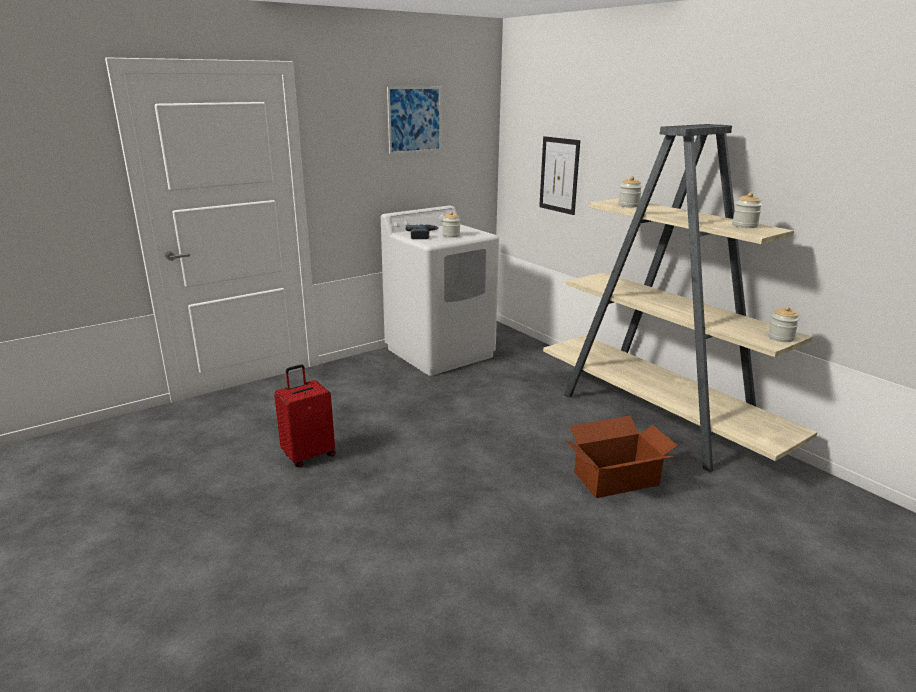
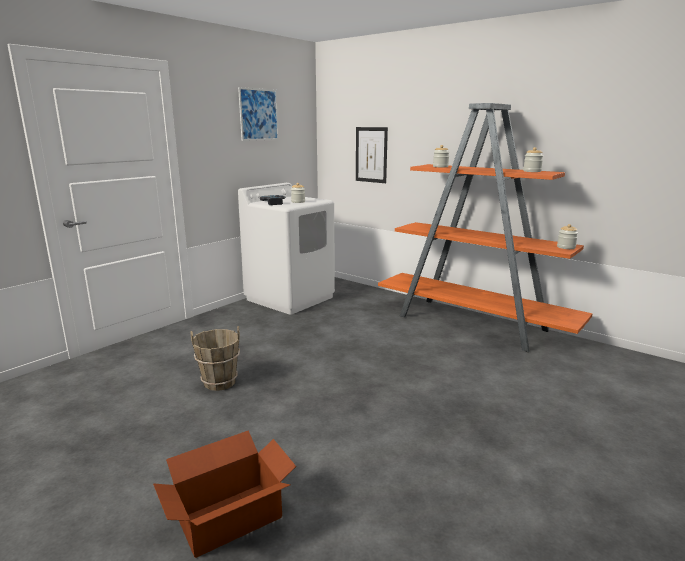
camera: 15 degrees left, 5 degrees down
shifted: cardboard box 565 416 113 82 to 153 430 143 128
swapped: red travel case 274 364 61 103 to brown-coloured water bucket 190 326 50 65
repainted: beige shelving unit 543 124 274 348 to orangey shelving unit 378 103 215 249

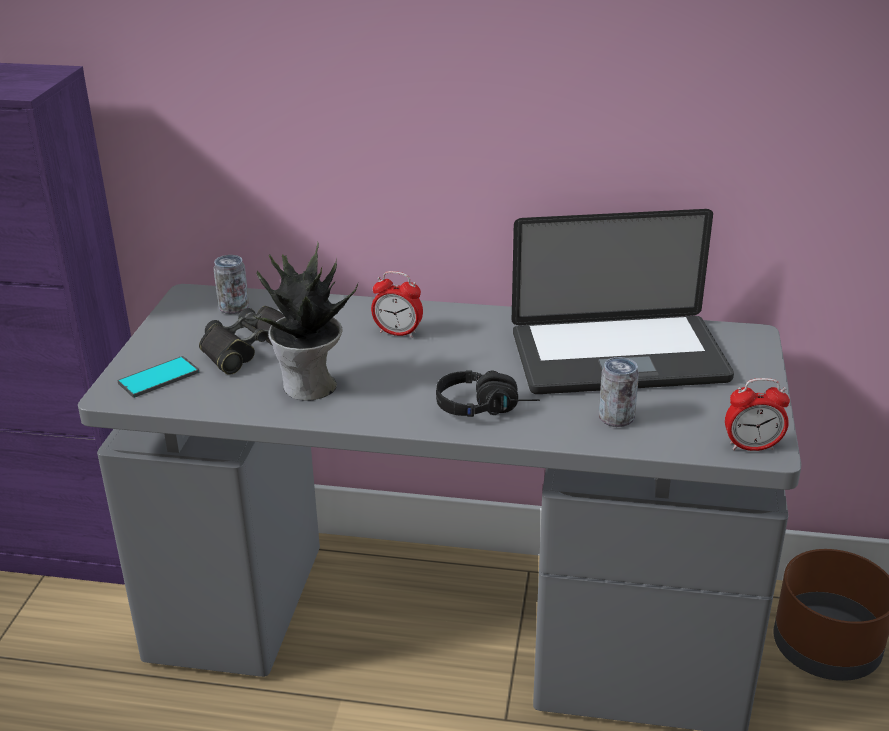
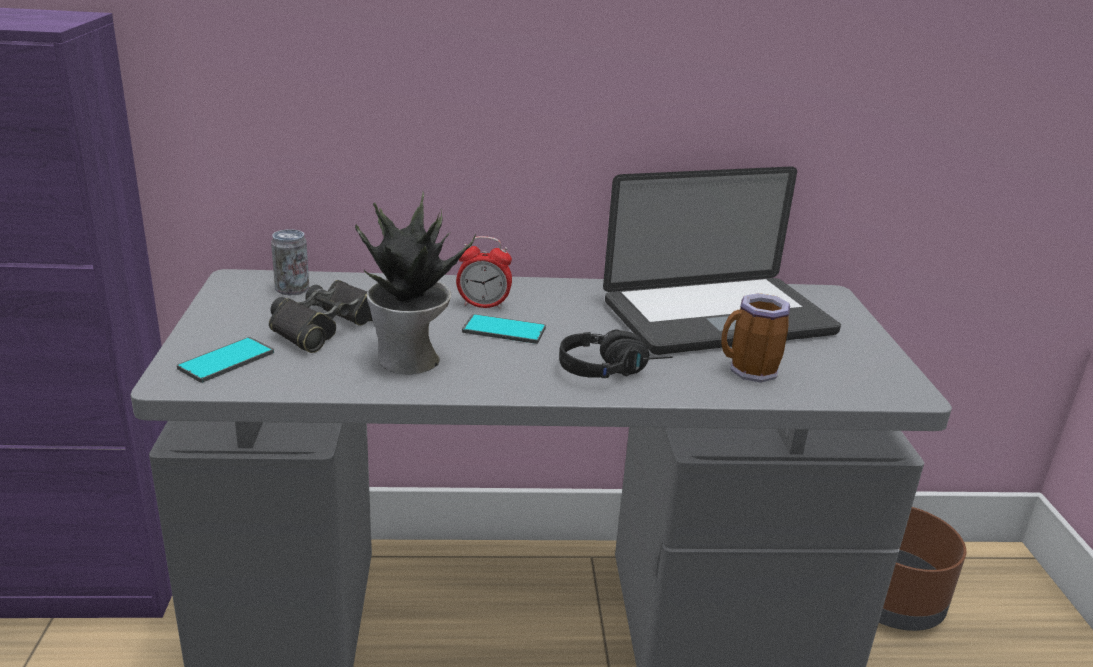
camera: 15 degrees left, 5 degrees down
gone: table clock 725 378 65 73
new: phone 462 314 84 30
swapped: sealed can 599 357 40 70 to coffee mug 721 293 69 90

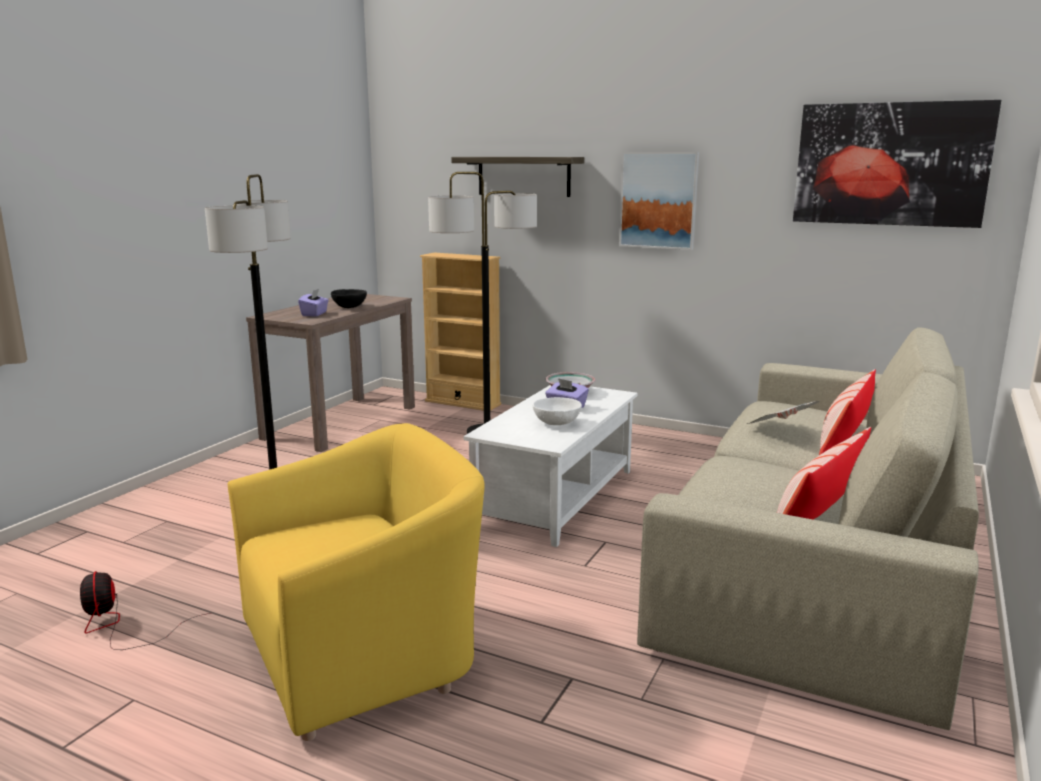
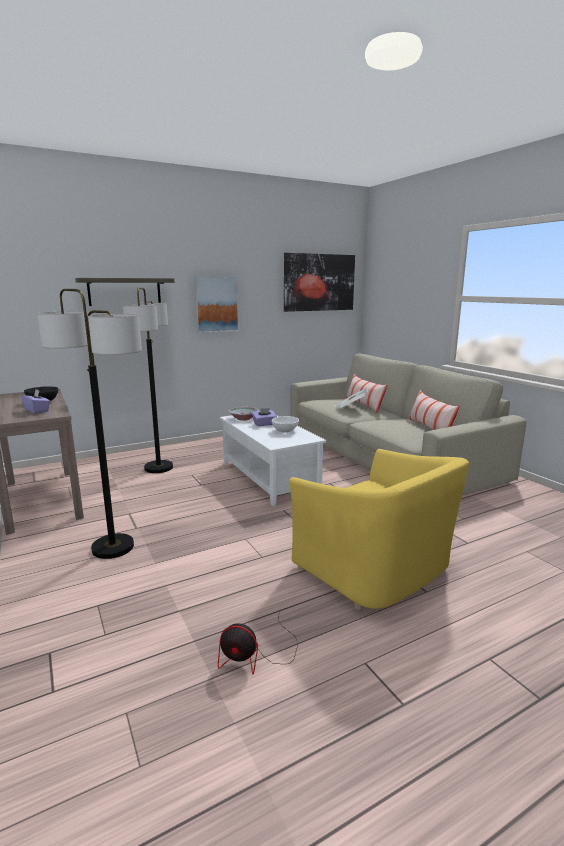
camera: 55 degrees left, 0 degrees up
gone: beige shelving unit 420 253 81 158
rotated: yellow-coloured armchair 228 423 257 318 = 289 449 180 161 135 degrees clockwise

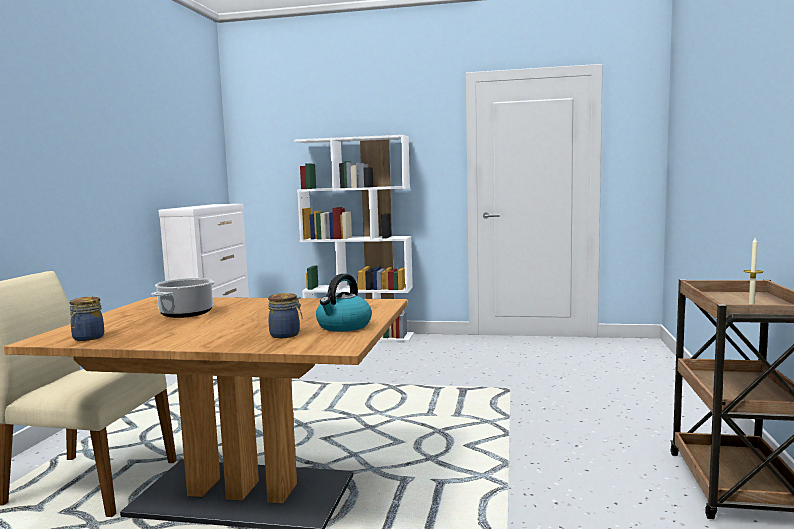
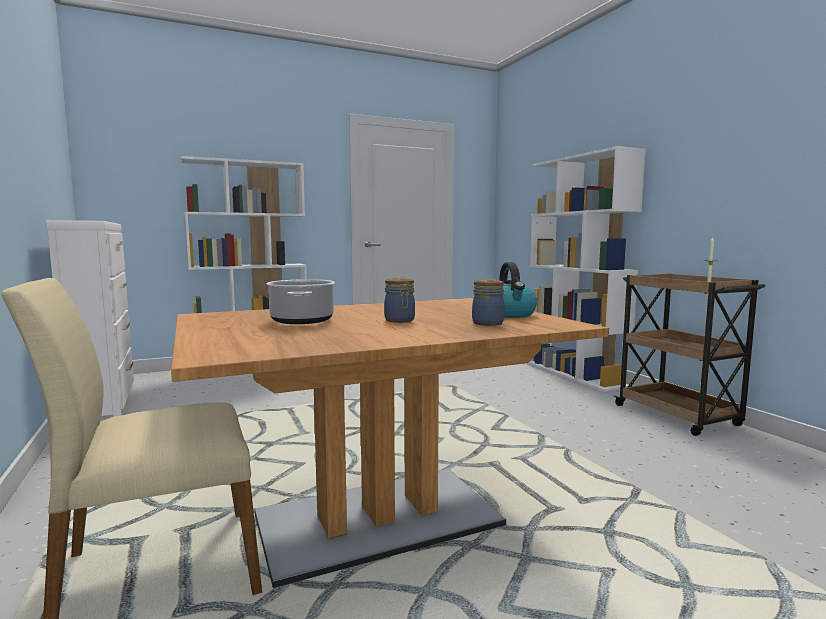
camera: 35 degrees left, 0 degrees up
new: white shelving unit 527 146 119 246
shifted: storage jar 70 297 34 44 to 384 278 31 45

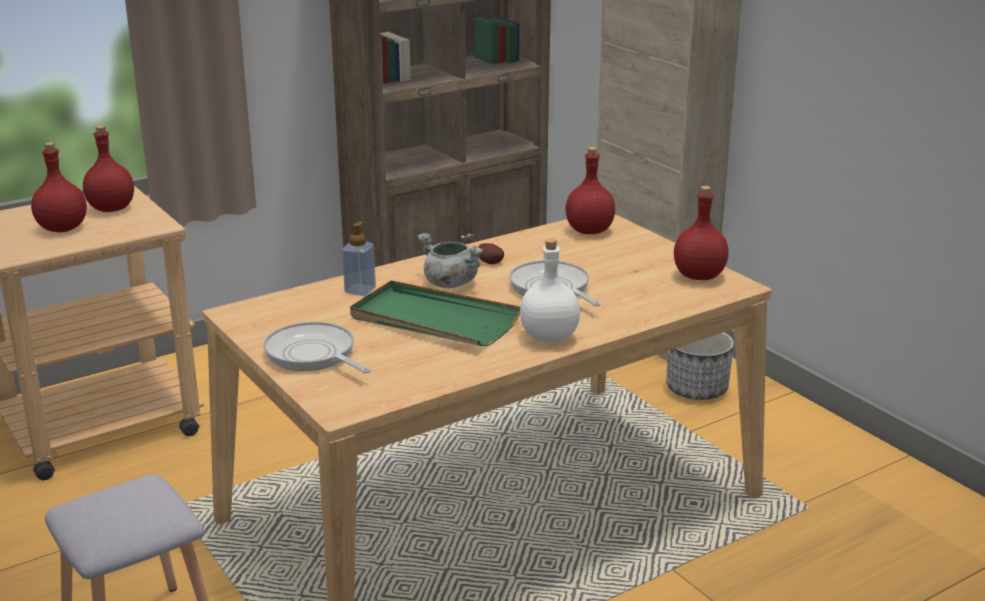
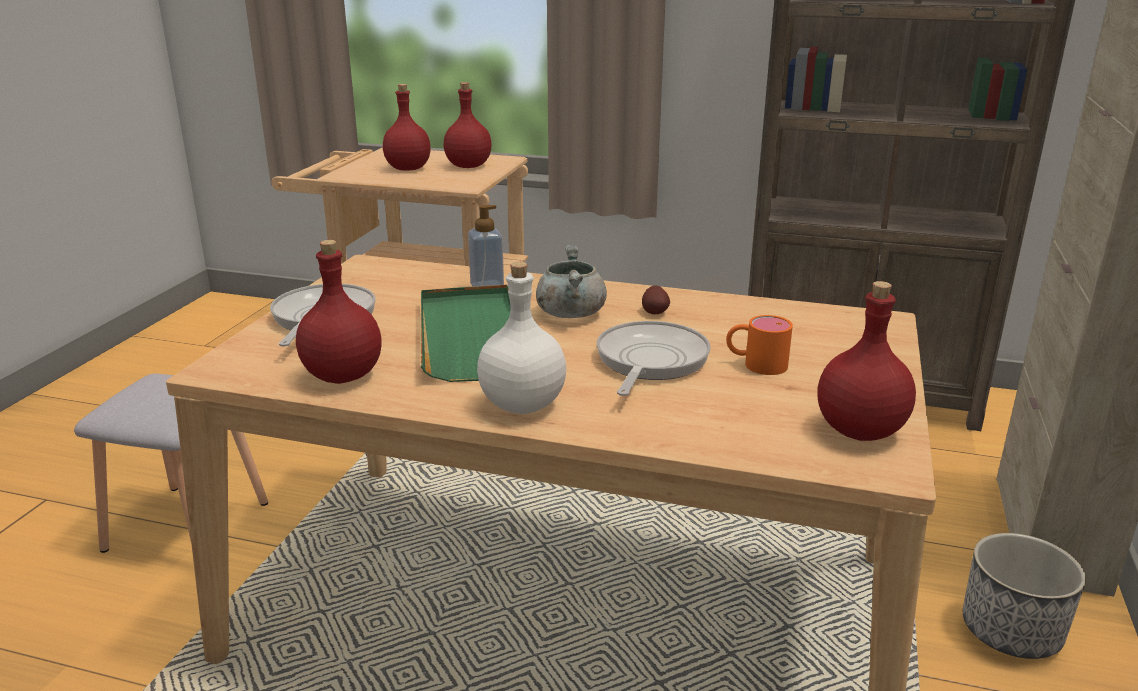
camera: 50 degrees right, 0 degrees up
new: orangey coffee mug 726 315 67 60
shifted: red beverage bottle 565 147 50 87 to 296 240 86 144

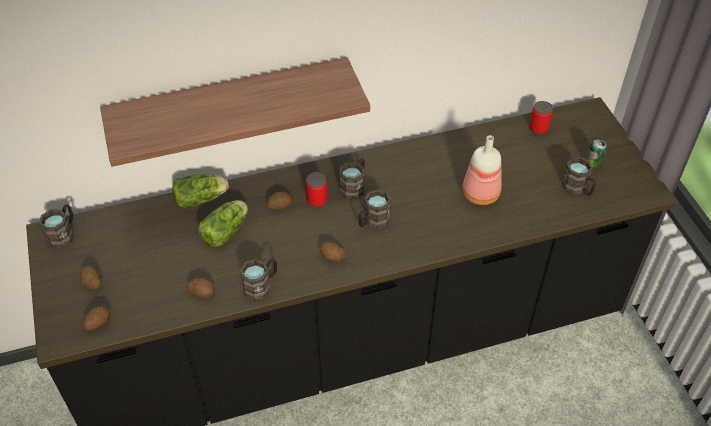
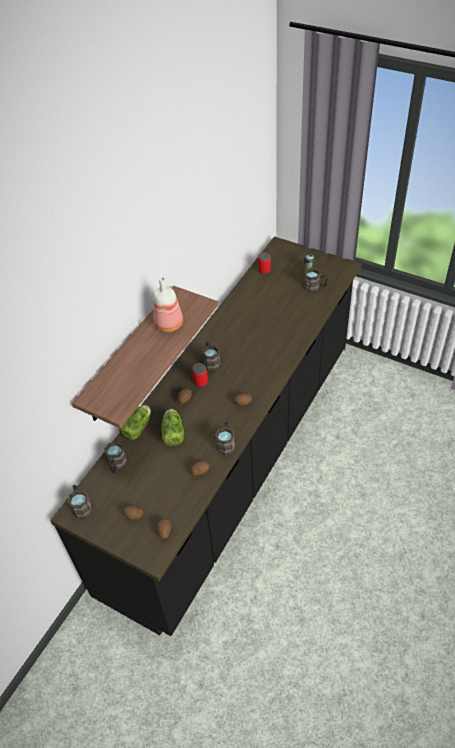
camera: 40 degrees left, 0 degrees up
shifted: brown-coloured coffee mug 358 190 33 39 to 104 441 23 32; beverage bottle 462 135 40 70 to 153 277 30 55

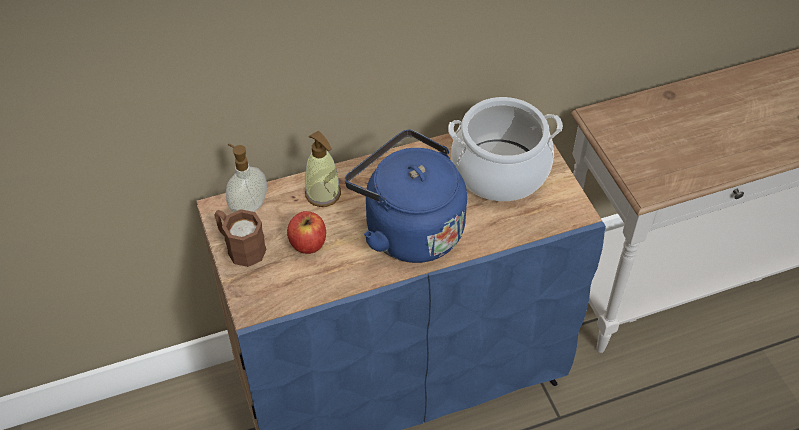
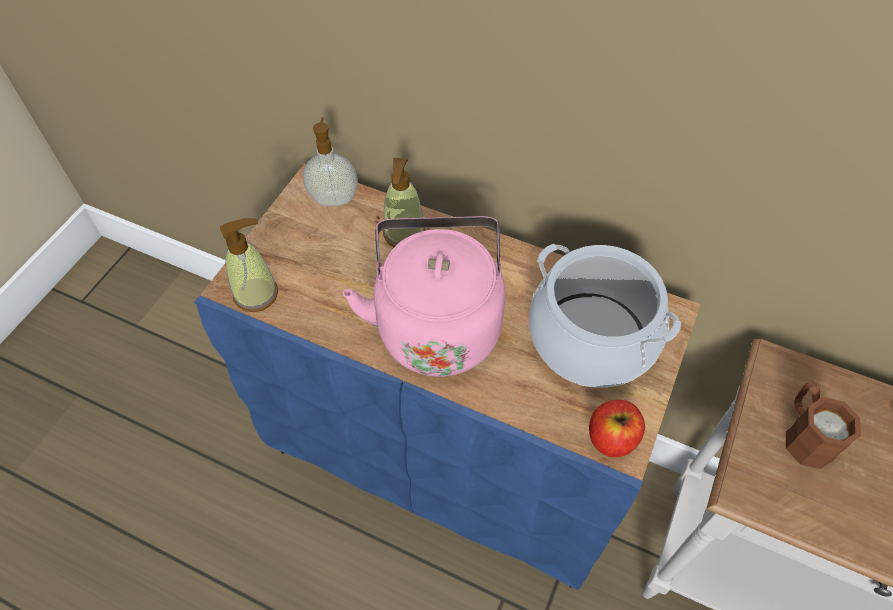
camera: 45 degrees right, 5 degrees up
new: soap bottle 220 218 58 94
shifted: whole apple 287 211 39 43 to 589 400 56 57; brown-coloured coffee mug 214 209 53 58 to 786 382 75 87
repainted: blue tea kettle 345 129 122 134 to pink-coloured tea kettle 343 216 162 161

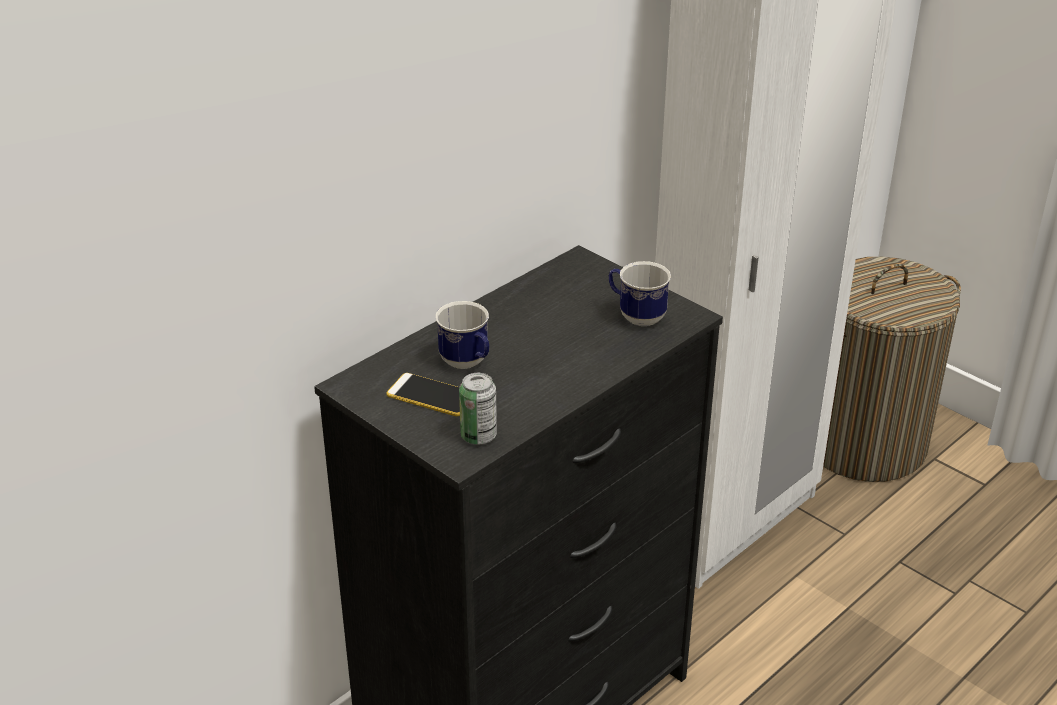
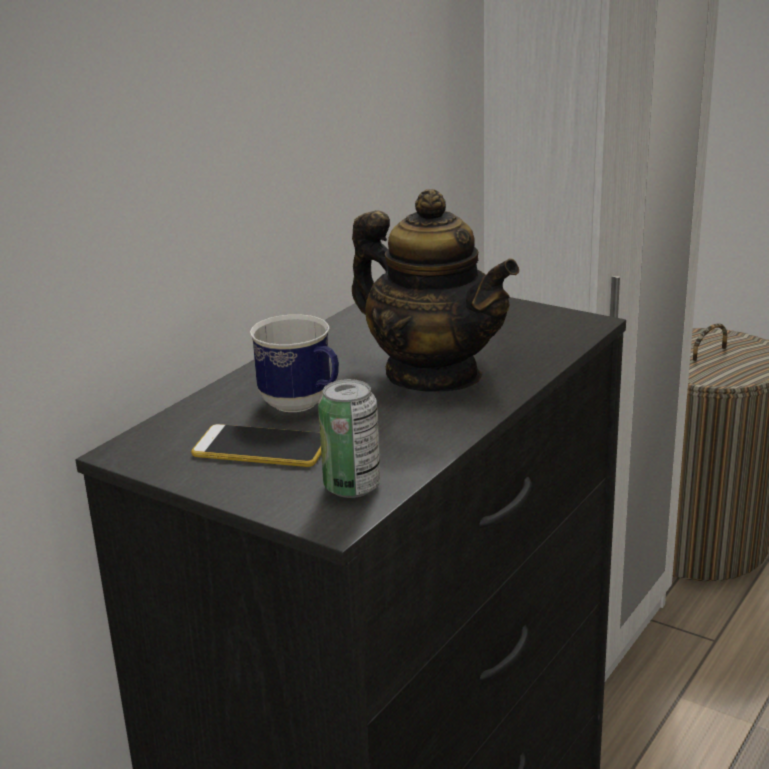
camera: 10 degrees left, 10 degrees down
gone: coffee mug 609 261 62 65
new: tea pot 352 189 167 203

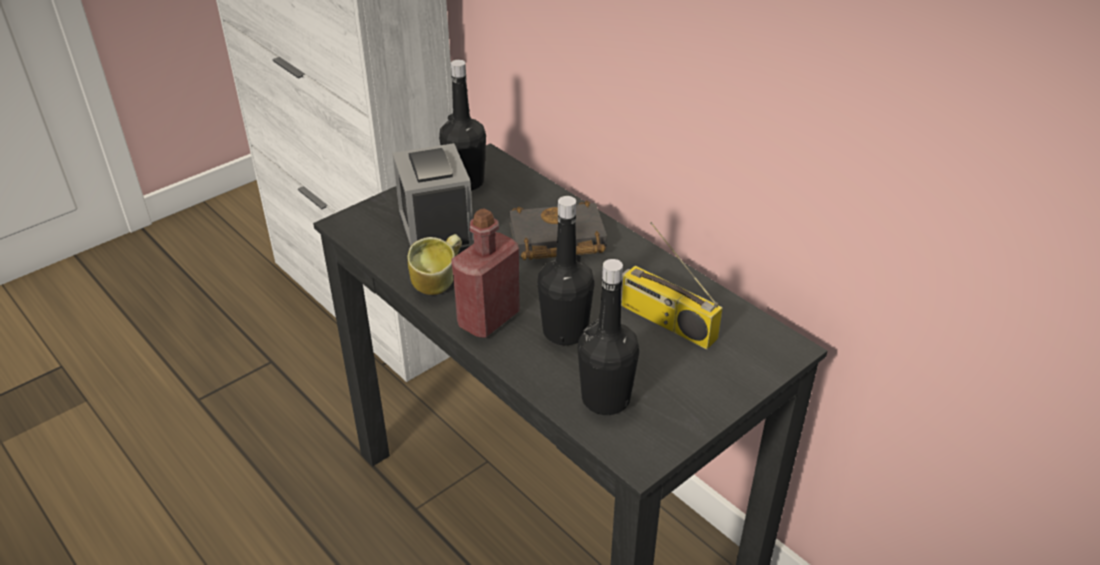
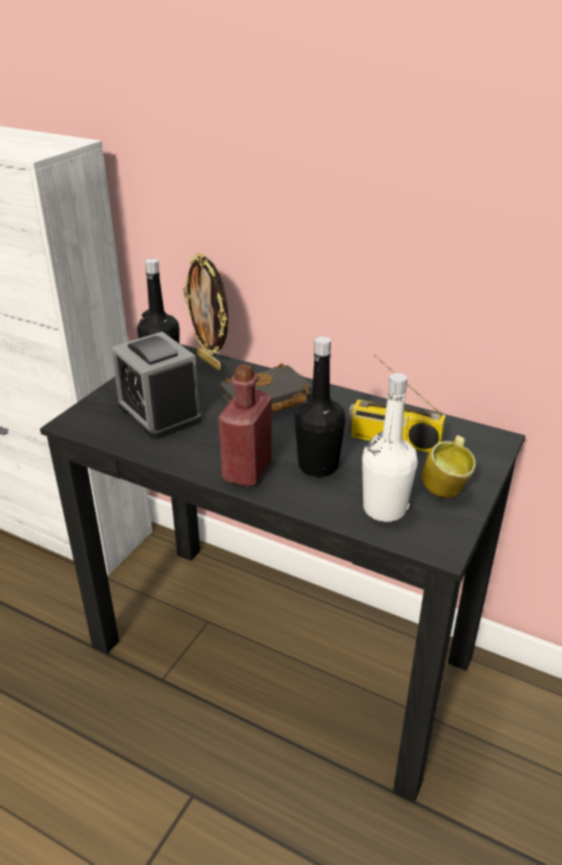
camera: 20 degrees left, 5 degrees down
new: standing frame 183 253 45 117
shifted: coffee mug 408 234 54 61 to 422 435 54 63
repainted: black beverage bottle 578 259 62 156 to white beverage bottle 362 373 56 149

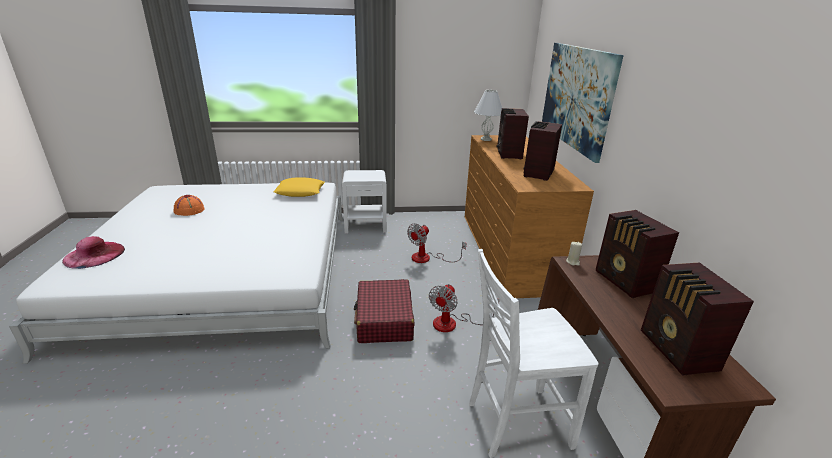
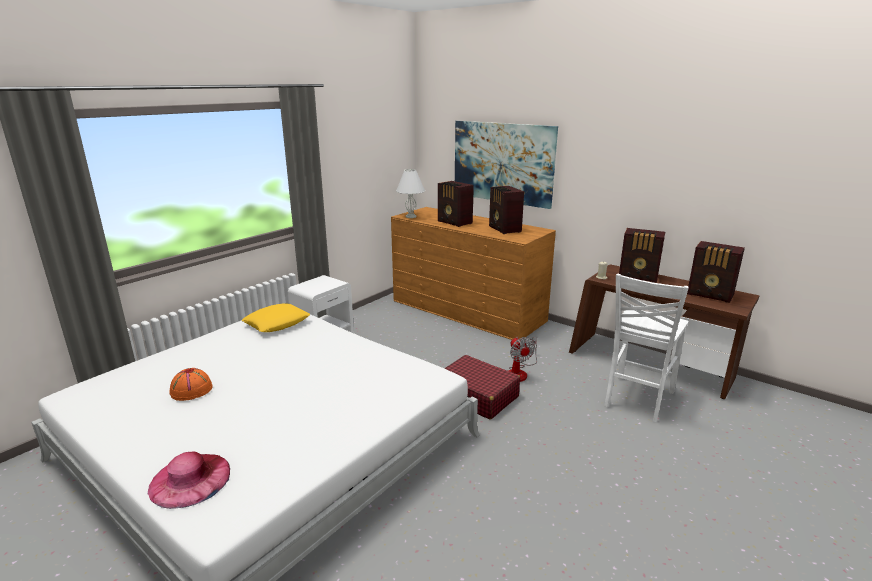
camera: 45 degrees left, 5 degrees down
gone: electric fan 407 223 59 40

